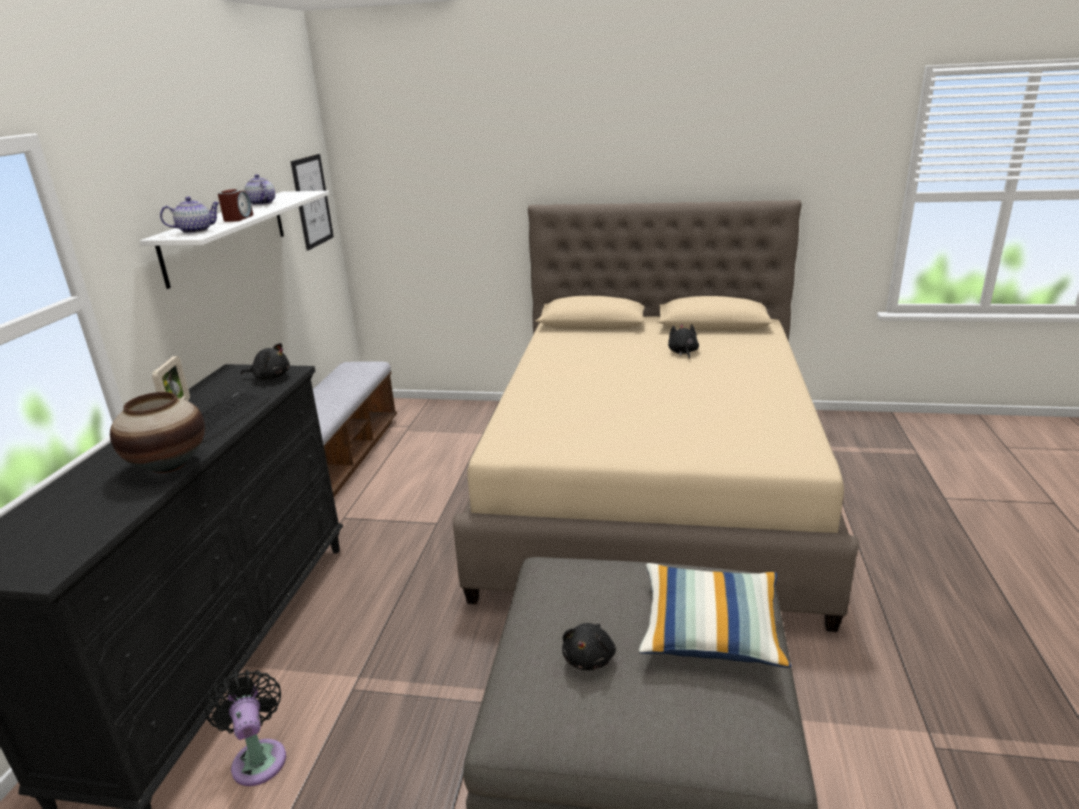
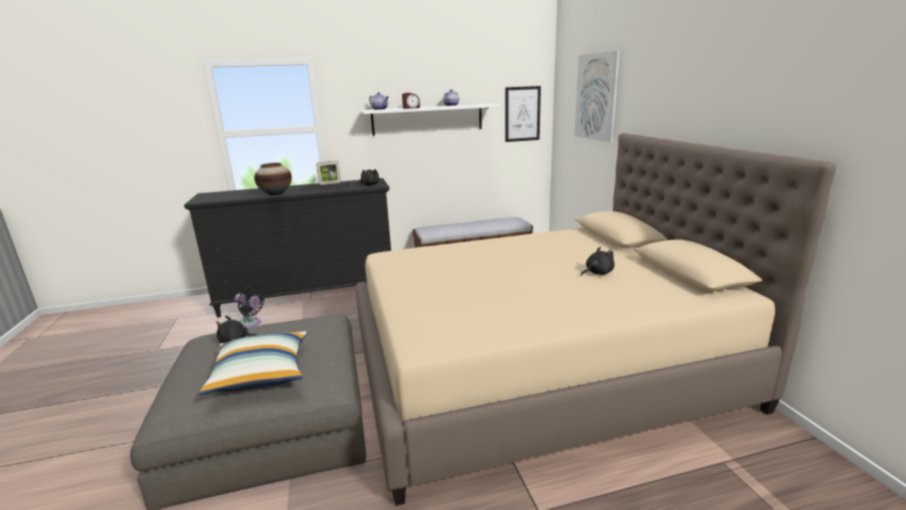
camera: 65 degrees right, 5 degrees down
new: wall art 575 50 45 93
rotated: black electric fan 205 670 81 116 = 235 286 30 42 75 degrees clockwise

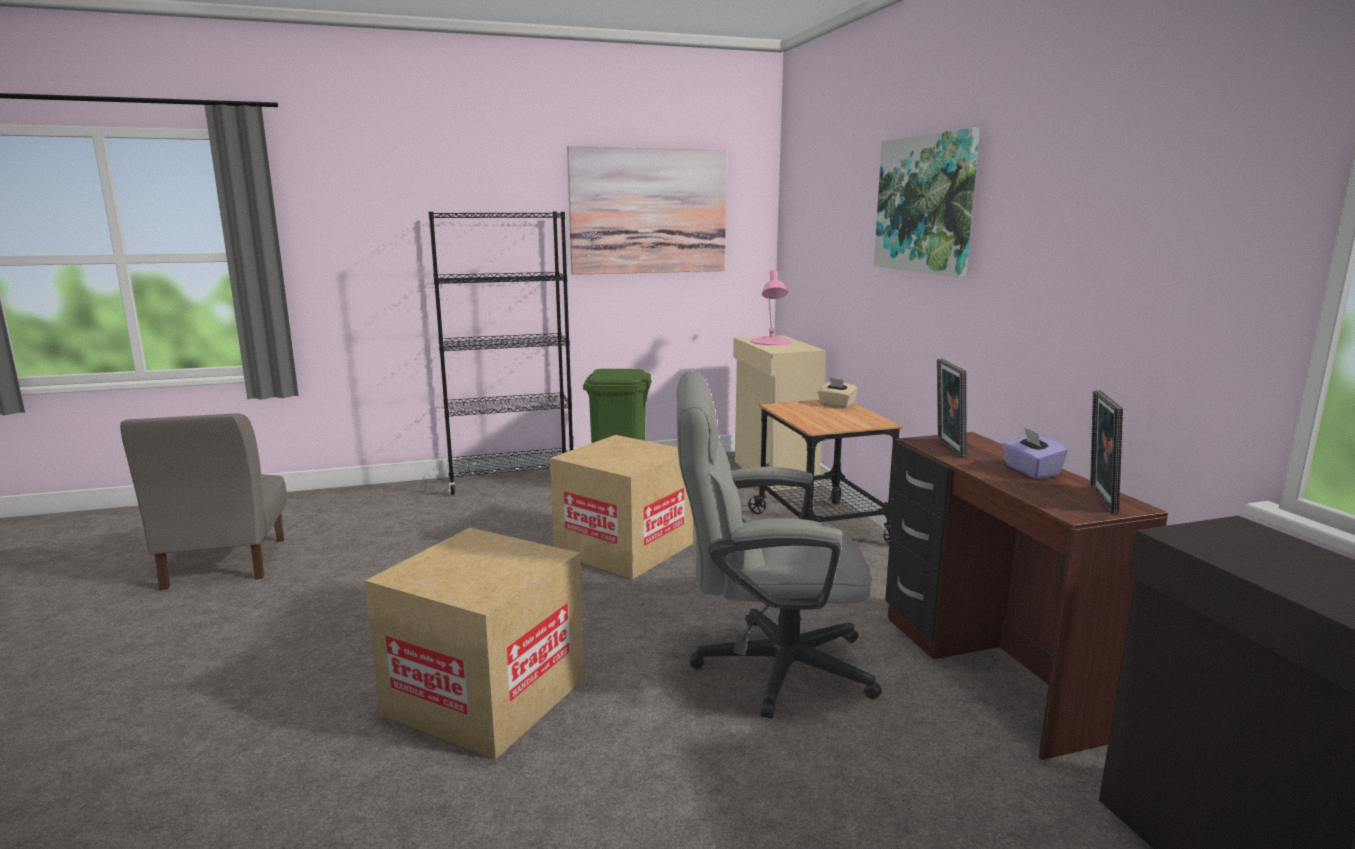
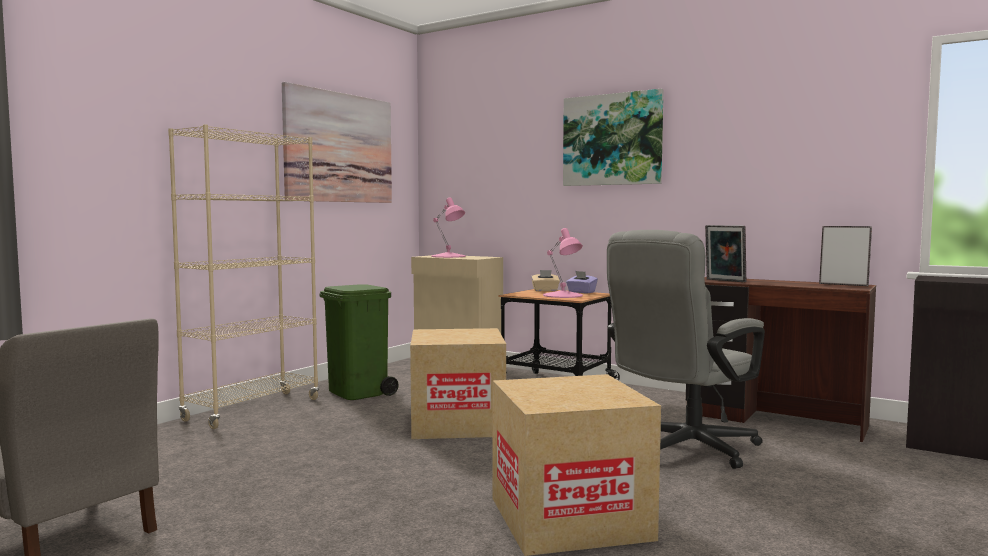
camera: 40 degrees left, 10 degrees down
new: pink-coloured lamp for a table 543 228 40 70
shifted: purple-coloured tissue holder 1002 427 66 52 to 566 271 32 22
repainted: black shelving unit 428 211 145 284 to beige shelving unit 168 124 151 305
rotated: standing frame 1090 391 33 122 = 819 226 53 60 150 degrees clockwise

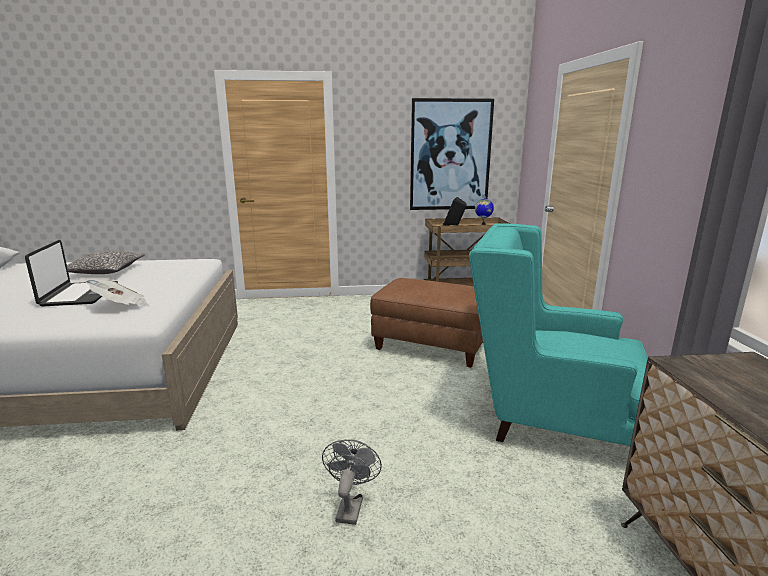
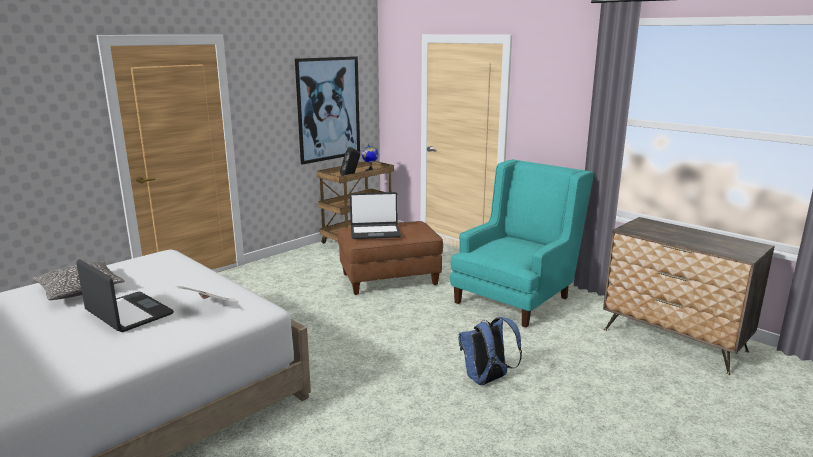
camera: 40 degrees left, 0 degrees up
new: notebook computer 350 192 51 47
swapped: gray electric fan 322 439 60 86 to blue backpack 458 317 64 68
rotated: turquoise-coloured armchair 469 223 179 223 = 450 159 144 169 150 degrees clockwise

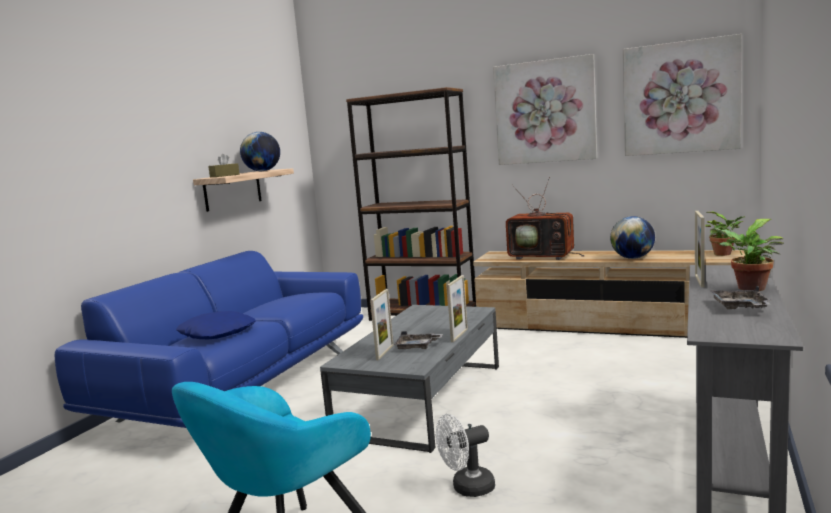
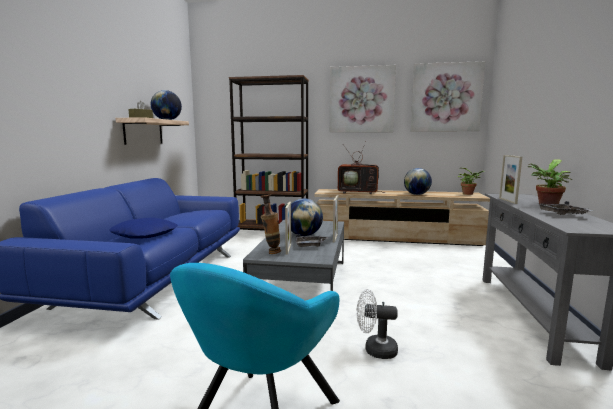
camera: 15 degrees left, 0 degrees up
new: decorative vase 260 195 21 59; desk globe 291 198 32 38
rotated: white electric fan 436 414 59 83 = 357 289 41 70 45 degrees clockwise

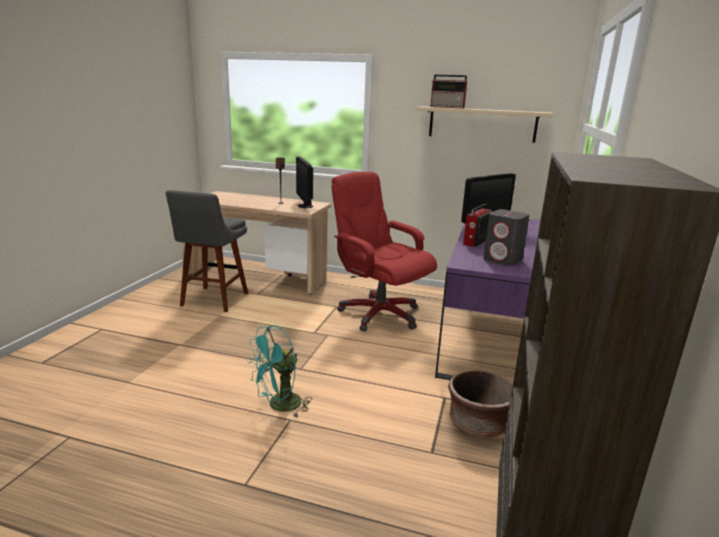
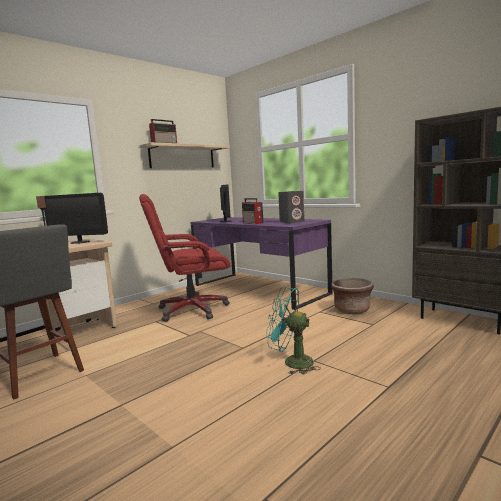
camera: 60 degrees left, 10 degrees down
rotated: turquoise-coloured electric fan 247 325 65 93 = 266 287 55 87 120 degrees clockwise

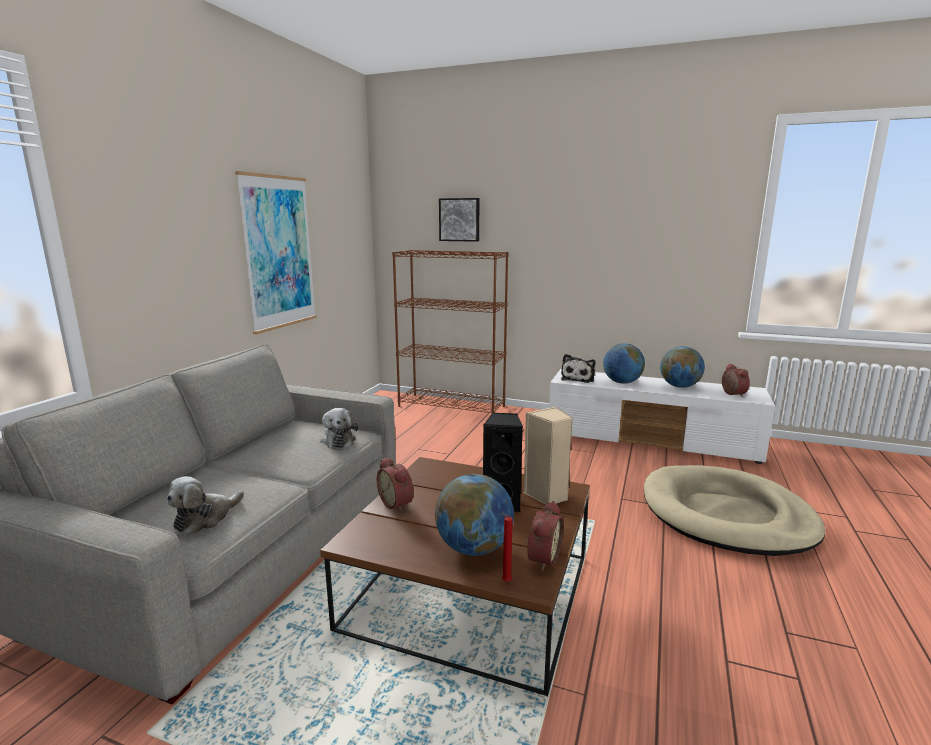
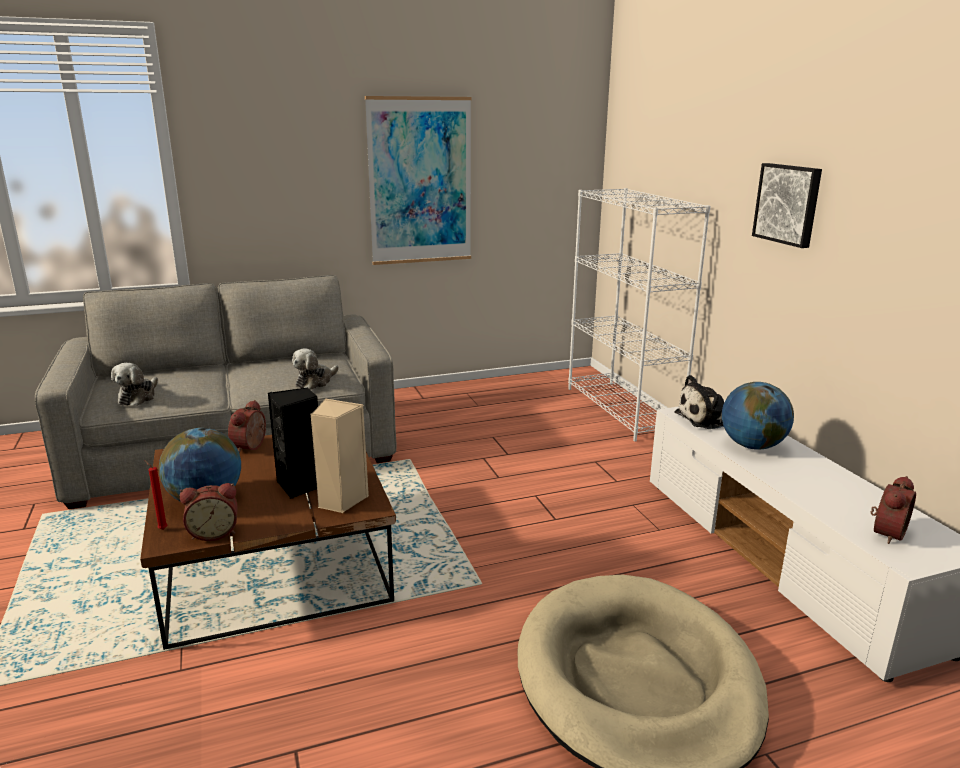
camera: 50 degrees right, 5 degrees up
gone: desk globe 660 346 45 42
shifted: wall art 439 198 40 44 to 752 163 70 85
repainted: brown-coloured shelving unit 392 250 117 163 to white shelving unit 568 188 143 253
rotated: cuddly toy 166 476 78 59 = 111 363 47 43 75 degrees counterclockwise

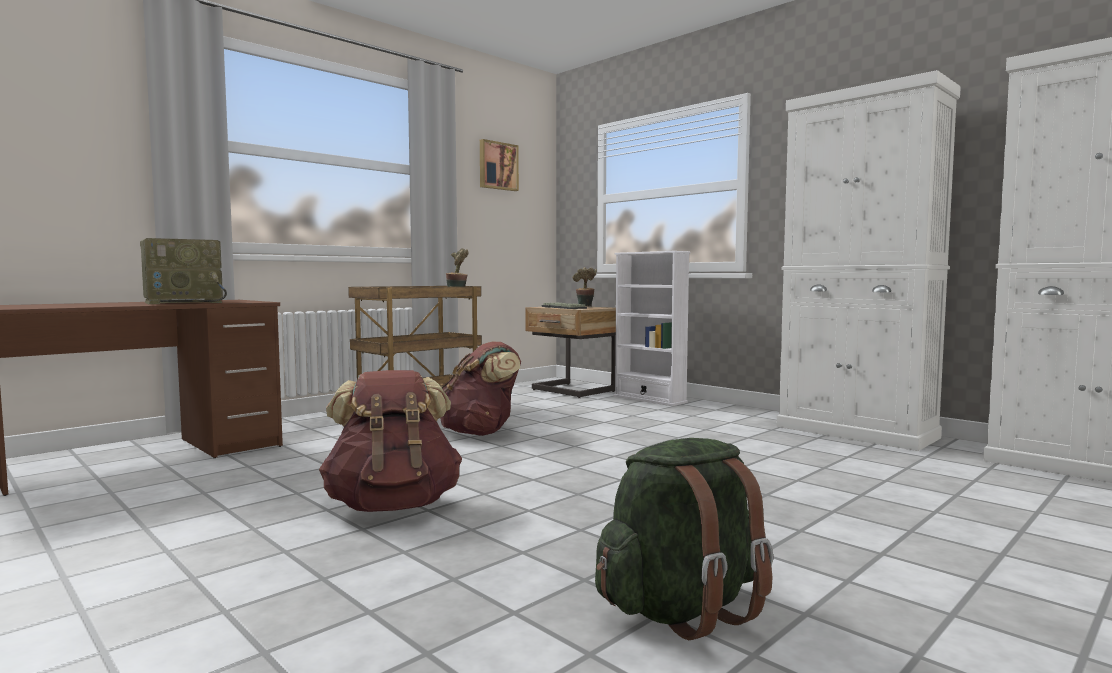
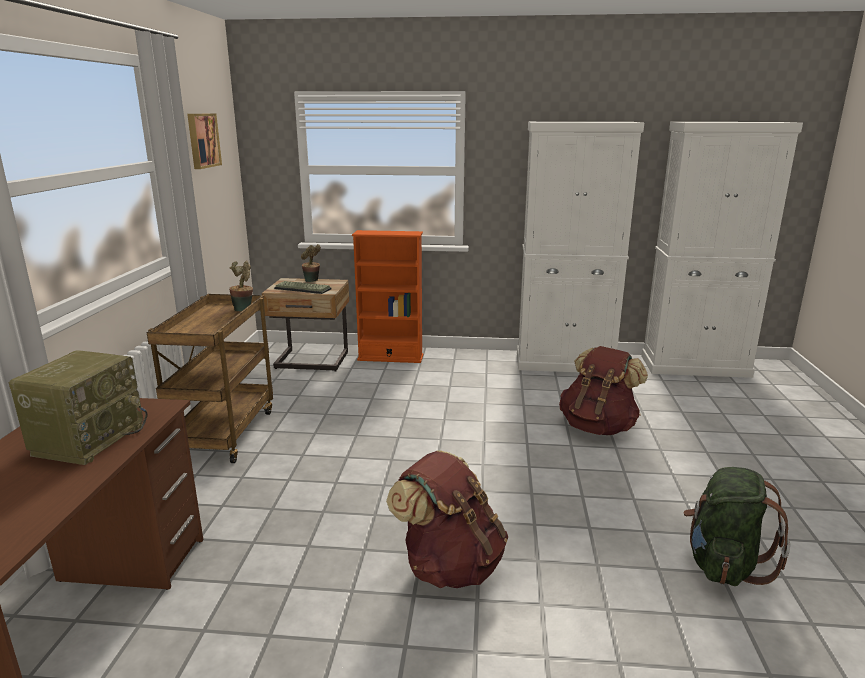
camera: 40 degrees left, 15 degrees up
shifted: brown-coloured backpack 440 342 81 94 to 559 346 89 89
repainted: white shelving unit 613 251 77 155 to orangey shelving unit 352 230 71 133

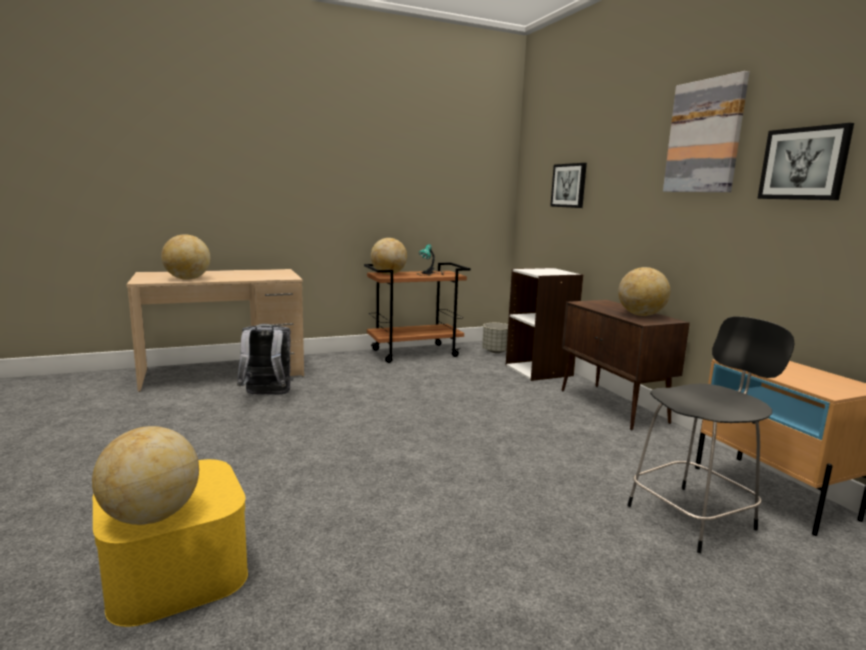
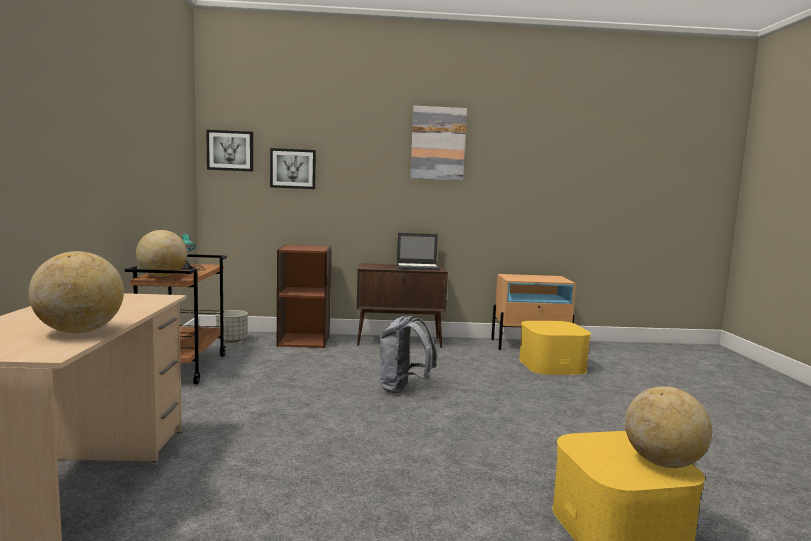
camera: 70 degrees left, 5 degrees down
shifted: wall art 757 123 97 77 to 206 130 47 42; gray backpack 237 324 56 71 to 379 315 58 78
swapped: desk globe 618 267 52 49 to notebook computer 397 233 43 37; black upright chair 627 316 168 237 to yellow-coloured storage container 519 321 72 54
repainted: white shelving unit 506 268 77 113 to brown-coloured shelving unit 277 245 54 103

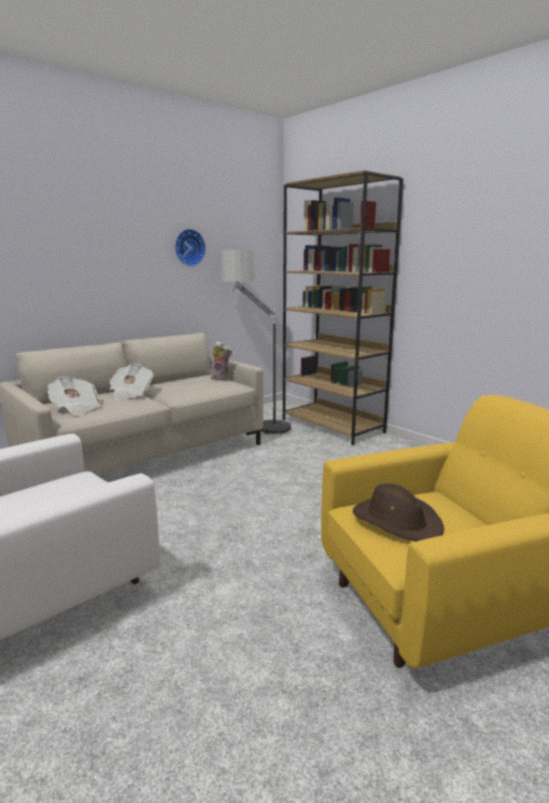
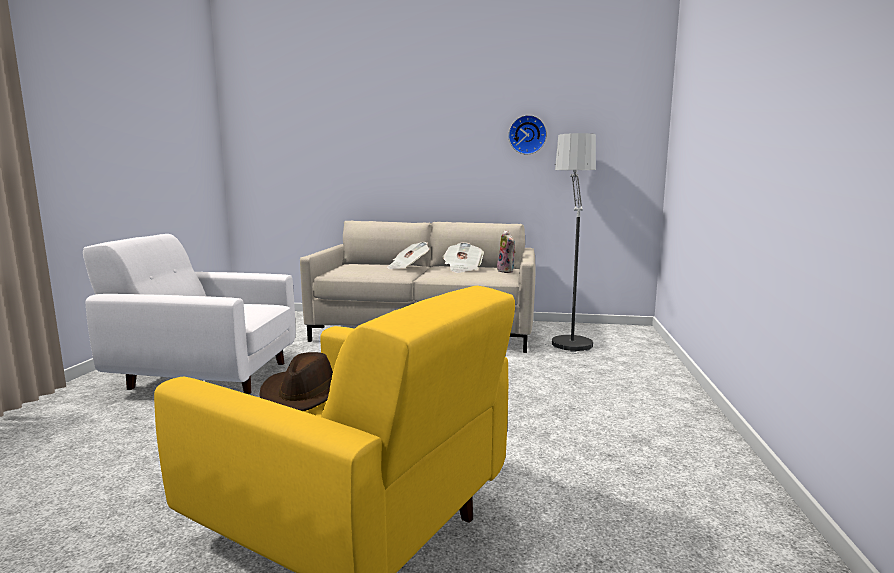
camera: 50 degrees right, 5 degrees down
gone: brown-coloured shelving unit 283 170 120 275
shifted: newspaper 48 377 53 39 to 443 242 41 31

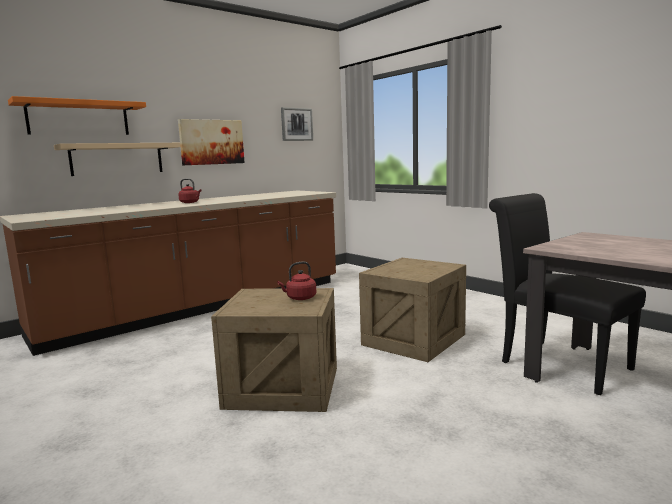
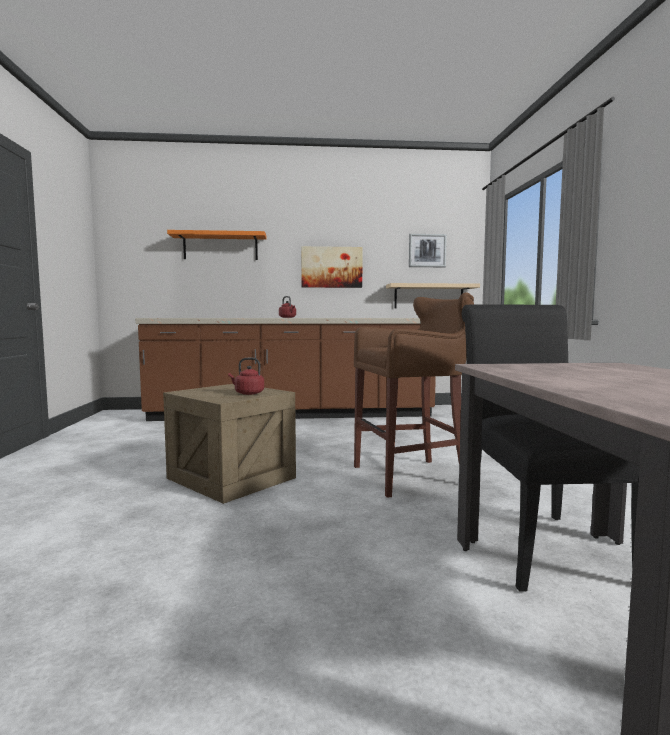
camera: 35 degrees right, 5 degrees down
shifted: beige shelf 54 143 126 33 to 386 283 94 25
swapped: packing crate 359 258 107 104 to brown-coloured stool seat 354 292 120 206

